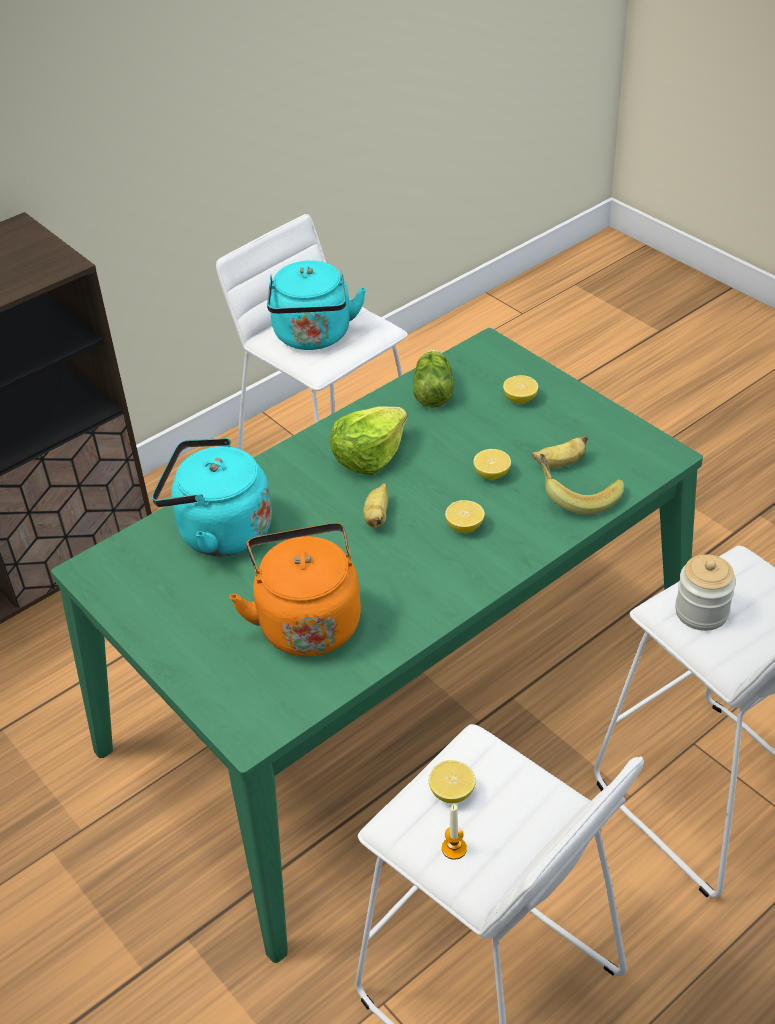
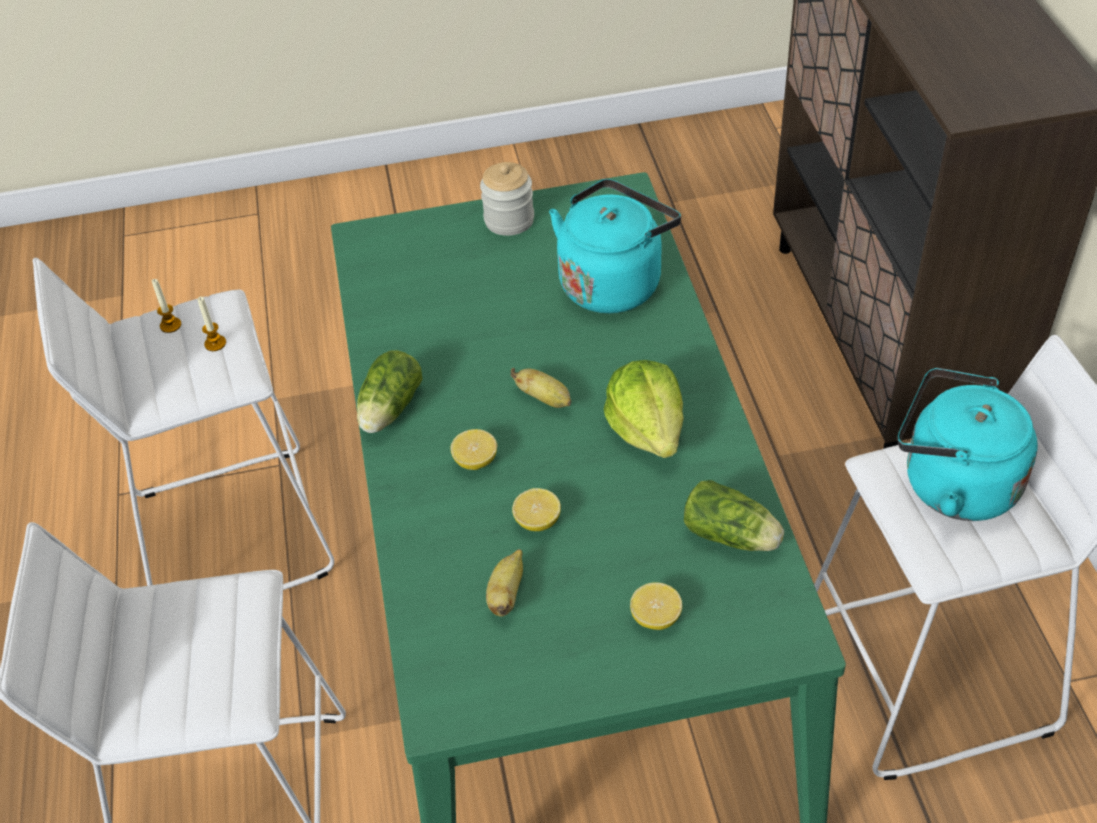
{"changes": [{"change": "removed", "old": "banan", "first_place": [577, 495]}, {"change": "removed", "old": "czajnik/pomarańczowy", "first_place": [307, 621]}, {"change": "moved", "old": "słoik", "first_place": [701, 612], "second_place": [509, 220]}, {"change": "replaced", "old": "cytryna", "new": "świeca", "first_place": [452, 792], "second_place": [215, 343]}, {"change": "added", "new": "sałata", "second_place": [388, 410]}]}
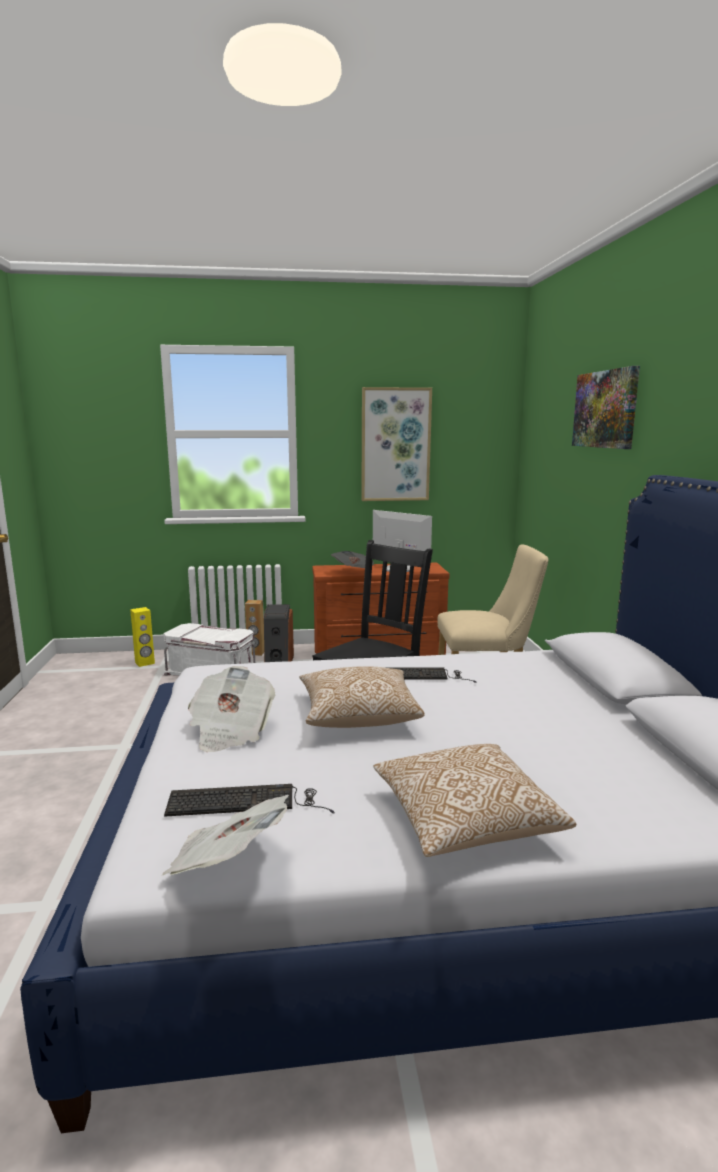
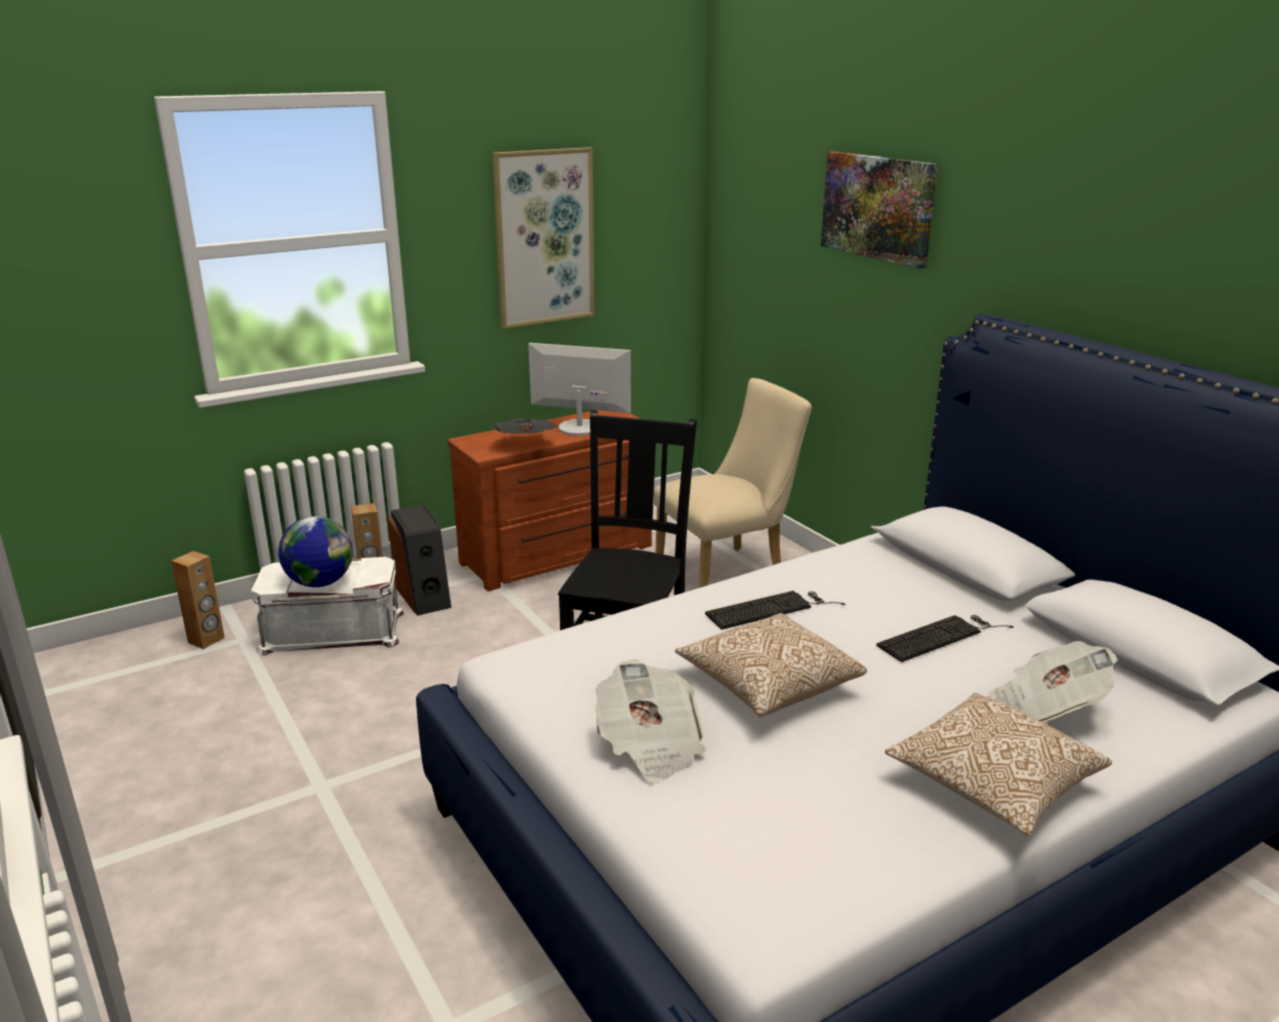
{"changes": [{"change": "recoloured", "old": "głośnik/żółty", "new": "głośnik/brązowy", "first_place": [145, 663], "second_place": [206, 640]}, {"change": "moved", "old": "klawiatura", "first_place": [247, 802], "second_place": [941, 636]}, {"change": "moved", "old": "gazeta", "first_place": [228, 863], "second_place": [1046, 707]}, {"change": "added", "new": "globus", "second_place": [320, 582]}]}
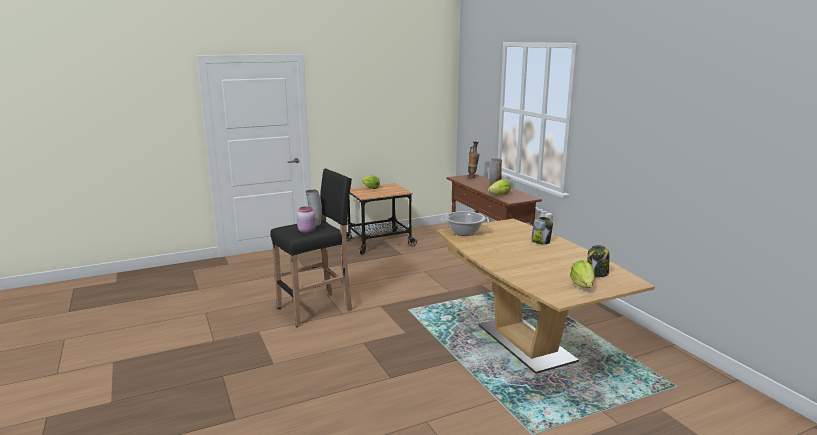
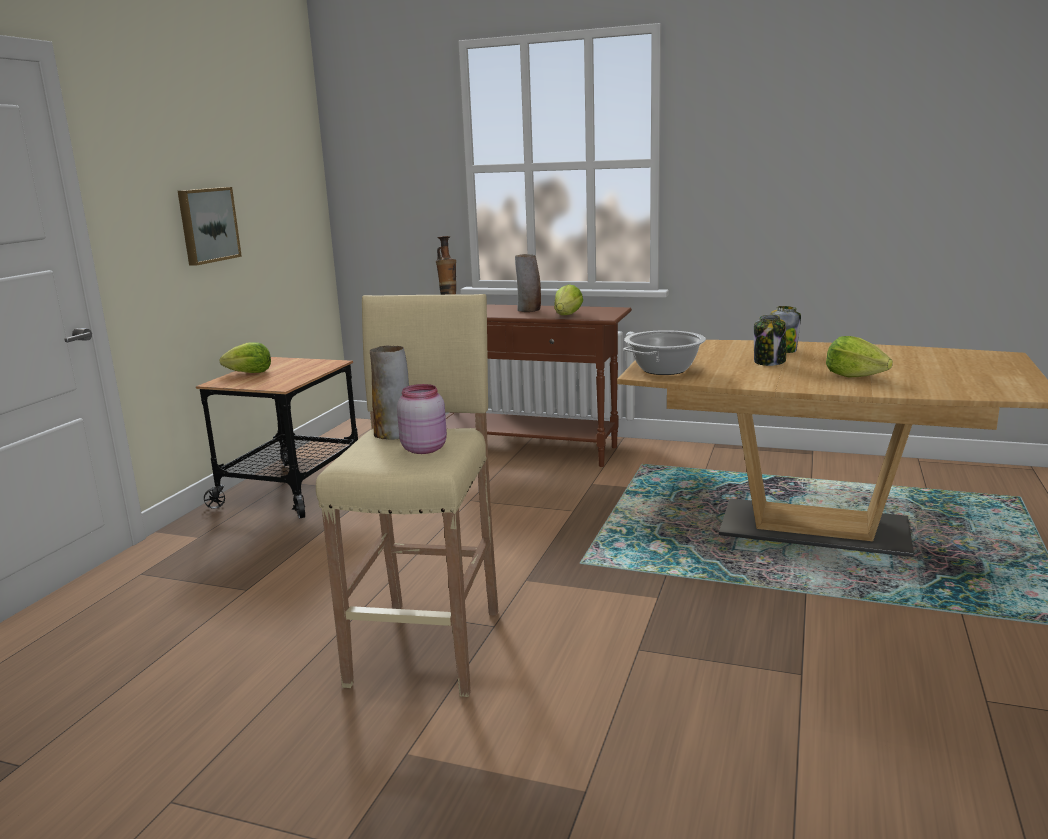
{"changes": [{"change": "recoloured", "old": "stołek/czarny", "new": "stołek/beżowy", "first_place": [316, 309], "second_place": [428, 644]}, {"change": "moved", "old": "słoik", "first_place": [597, 274], "second_place": [769, 362]}, {"change": "moved", "old": "sałata", "first_place": [582, 285], "second_place": [854, 376]}, {"change": "added", "new": "obraz", "second_place": [207, 225]}]}
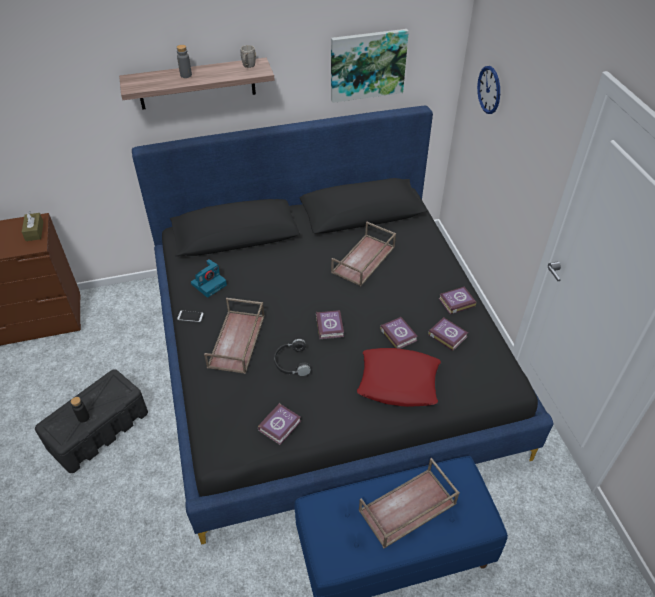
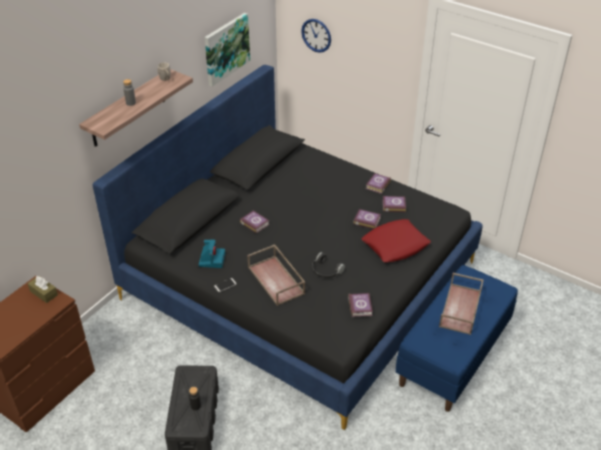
{"changes": [{"change": "removed", "old": "taca/brązowy", "first_place": [363, 260]}, {"change": "moved", "old": "książka", "first_place": [330, 326], "second_place": [254, 223]}]}
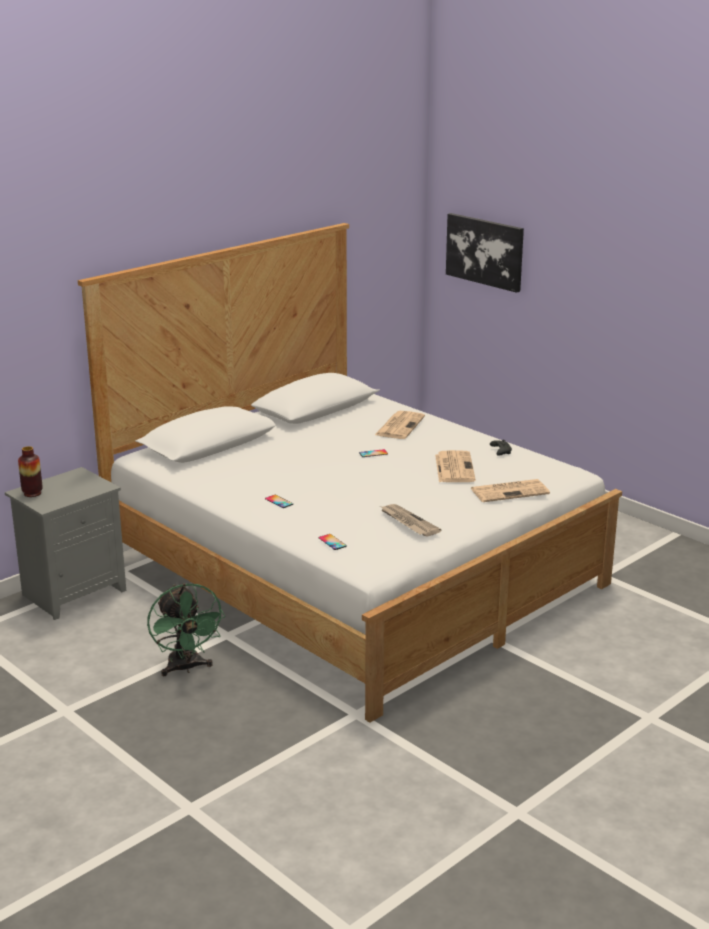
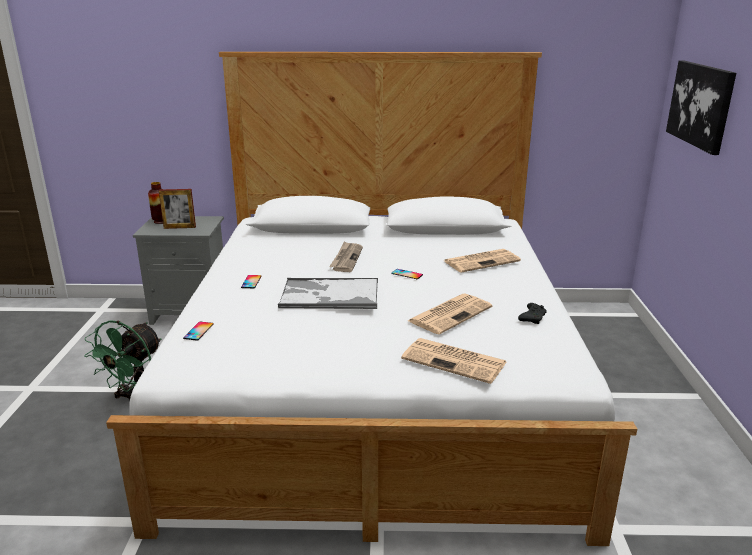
{"changes": [{"change": "moved", "old": "gazeta", "first_place": [408, 522], "second_place": [346, 259]}, {"change": "added", "new": "ramka na zdjęcie", "second_place": [179, 227]}, {"change": "added", "new": "taca", "second_place": [329, 295]}]}
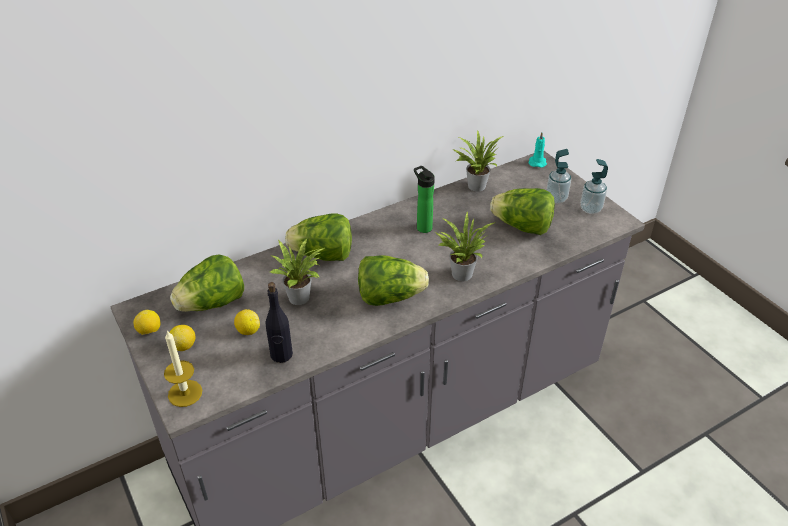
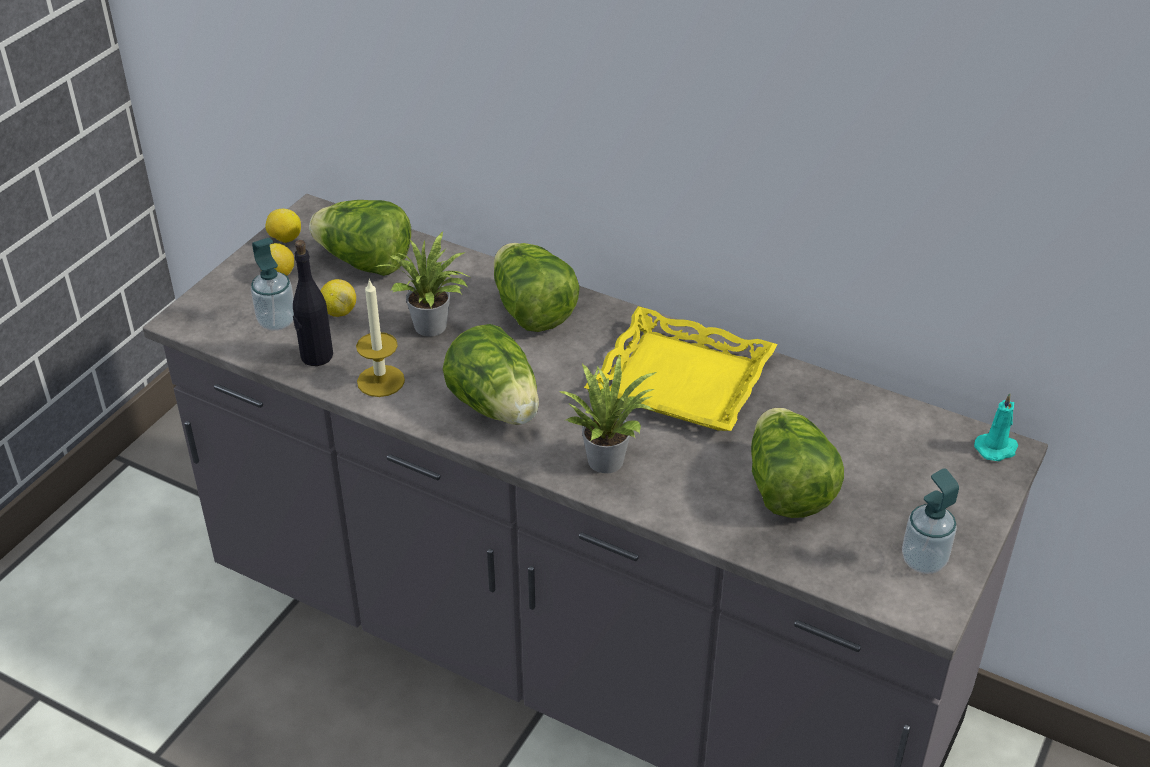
{"changes": [{"change": "removed", "old": "roślina doniczkowa", "first_place": [475, 185]}, {"change": "moved", "old": "dozownik mydła", "first_place": [556, 199], "second_place": [277, 322]}, {"change": "replaced", "old": "butelka", "new": "taca/żółty", "first_place": [422, 227], "second_place": [682, 380]}, {"change": "moved", "old": "świeca", "first_place": [185, 393], "second_place": [380, 381]}]}
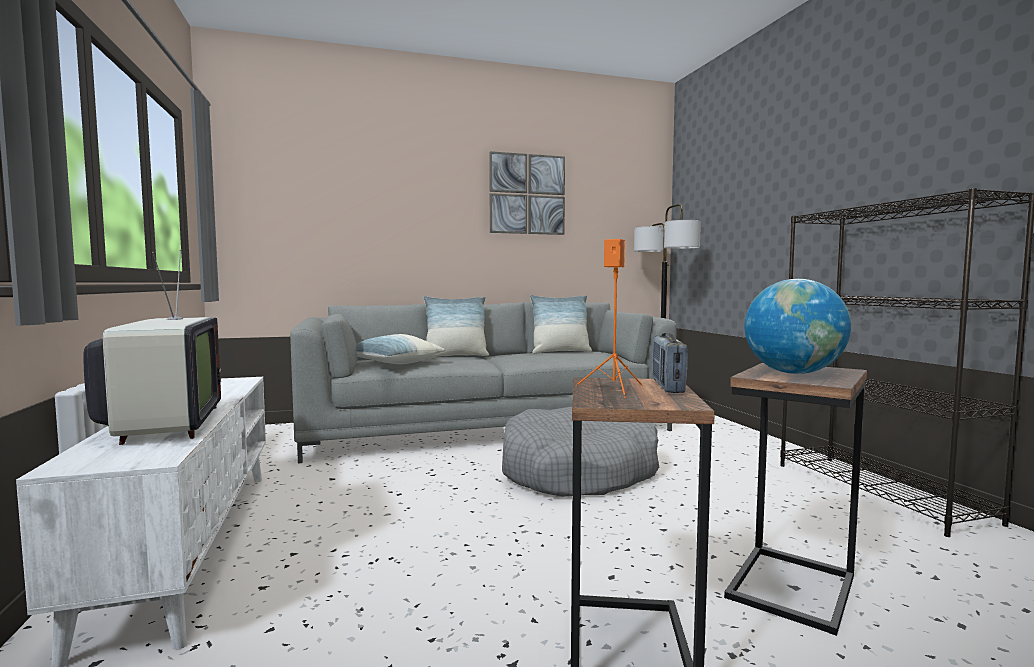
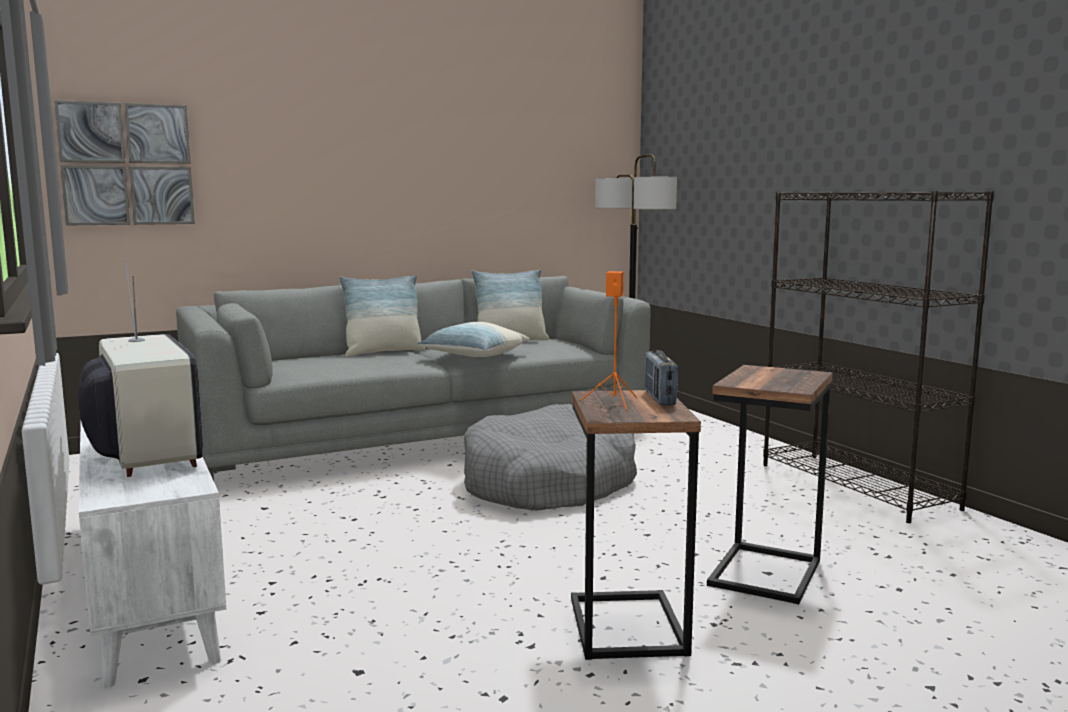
{"changes": [{"change": "moved", "old": "obraz", "first_place": [527, 194], "second_place": [127, 164]}, {"change": "removed", "old": "globus", "first_place": [793, 373]}, {"change": "moved", "old": "poduszka", "first_place": [394, 364], "second_place": [474, 357]}]}
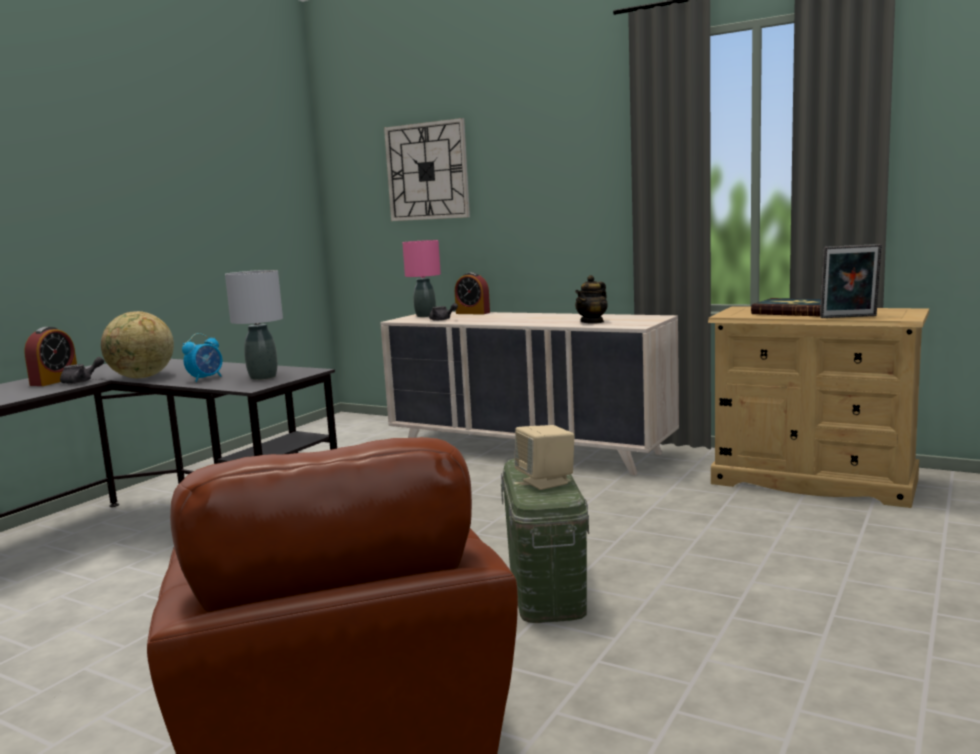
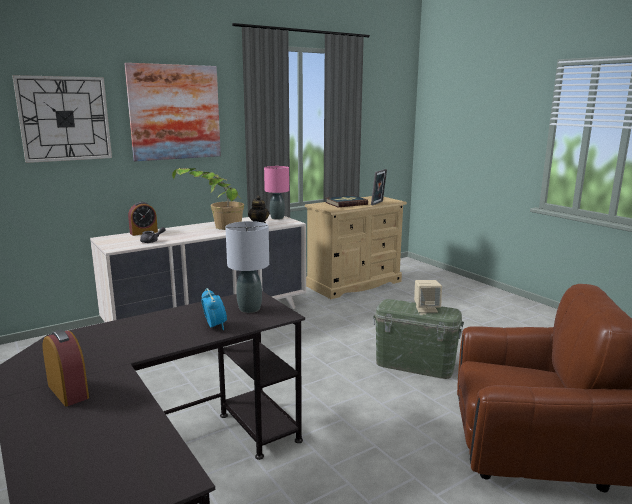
{"changes": [{"change": "moved", "old": "lampa stołowa/różowy", "first_place": [425, 316], "second_place": [277, 218]}, {"change": "removed", "old": "globus", "first_place": [142, 377]}, {"change": "removed", "old": "imbryk/szary", "first_place": [81, 381]}, {"change": "added", "new": "obraz", "second_place": [175, 112]}, {"change": "added", "new": "roślina doniczkowa", "second_place": [214, 227]}]}
